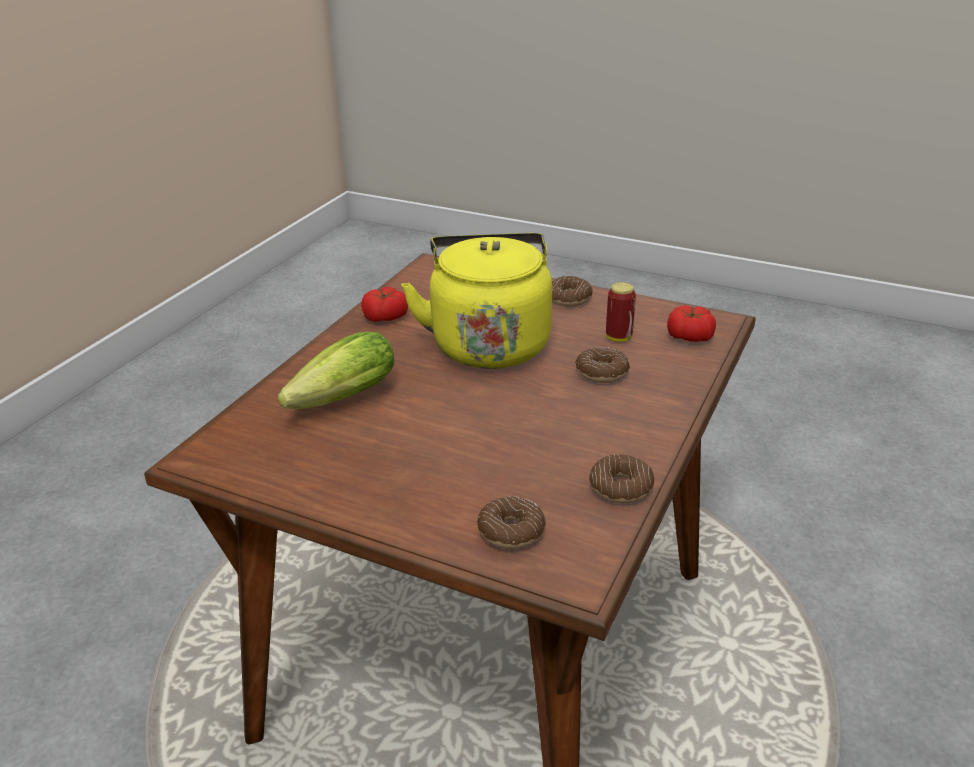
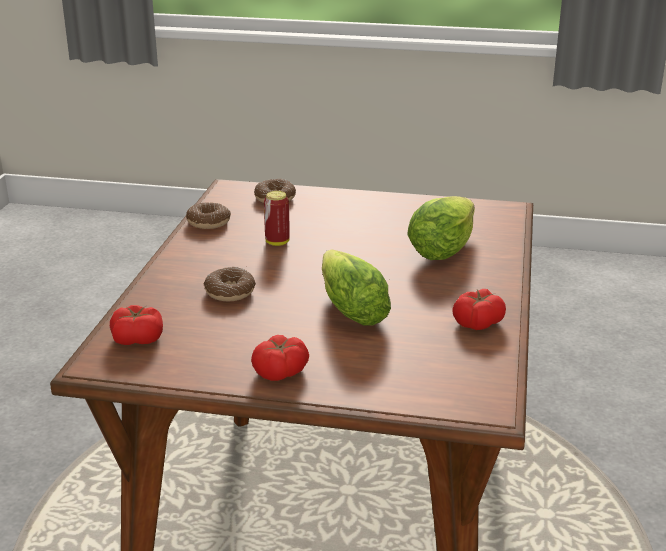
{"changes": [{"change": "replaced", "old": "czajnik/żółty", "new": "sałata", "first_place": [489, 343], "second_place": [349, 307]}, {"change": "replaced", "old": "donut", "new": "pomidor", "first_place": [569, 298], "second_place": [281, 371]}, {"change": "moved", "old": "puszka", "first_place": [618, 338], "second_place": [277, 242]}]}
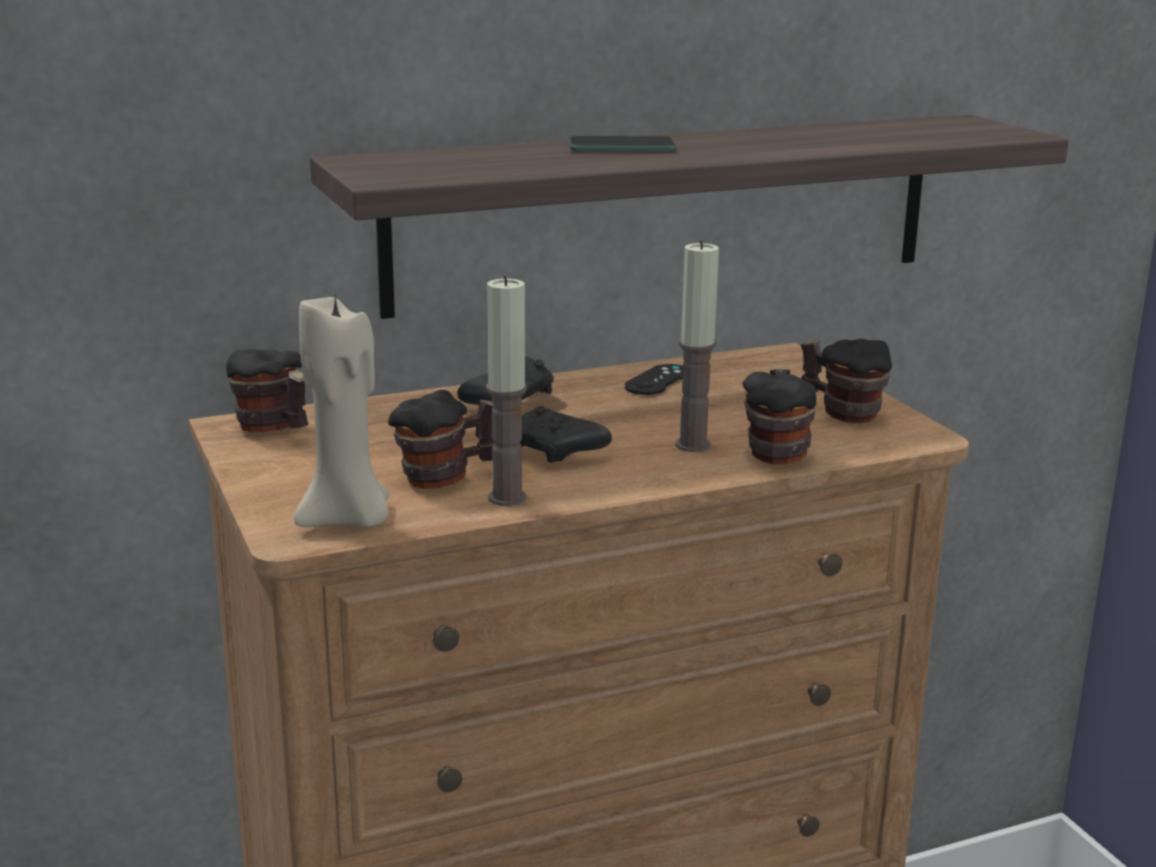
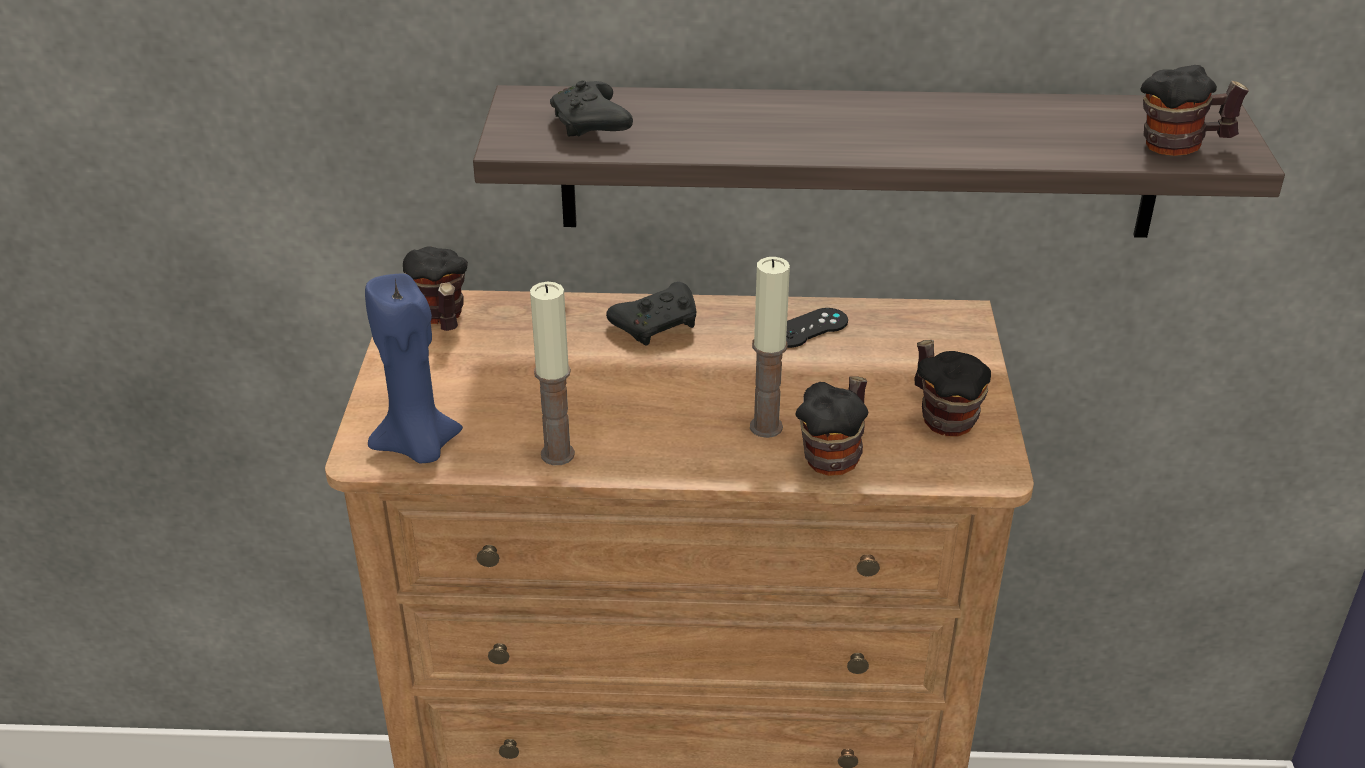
{"changes": [{"change": "removed", "old": "telefon", "first_place": [621, 147]}, {"change": "recoloured", "old": "świeca/beżowy", "new": "świeca/niebieski", "first_place": [348, 520], "second_place": [418, 447]}, {"change": "moved", "old": "kubek", "first_place": [446, 478], "second_place": [1181, 146]}, {"change": "moved", "old": "pad do gier/czarny", "first_place": [555, 452], "second_place": [591, 126]}]}
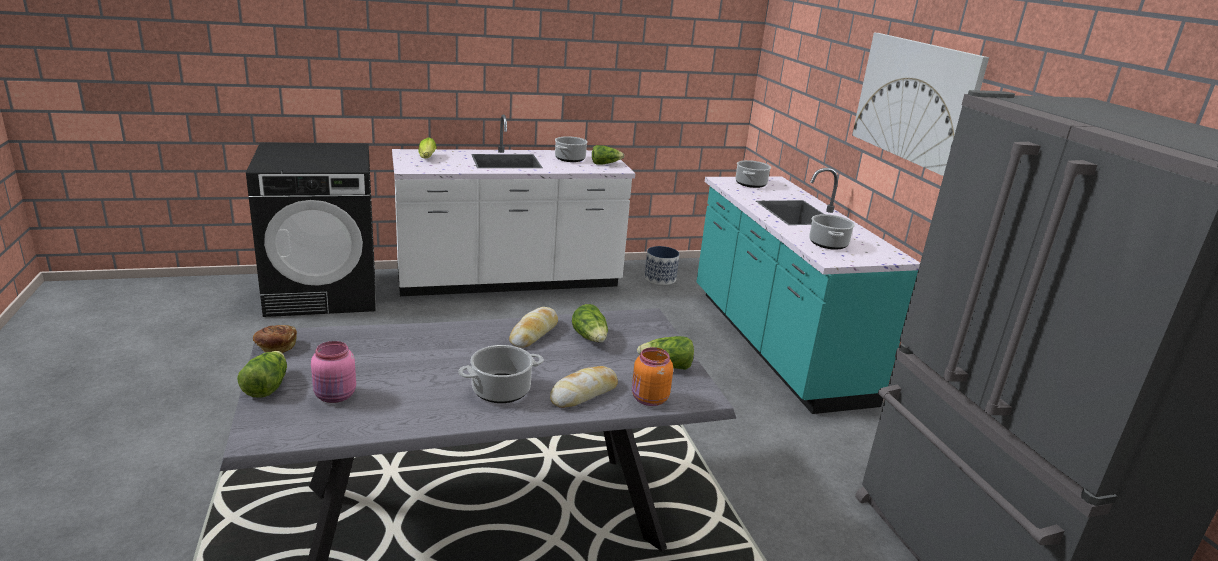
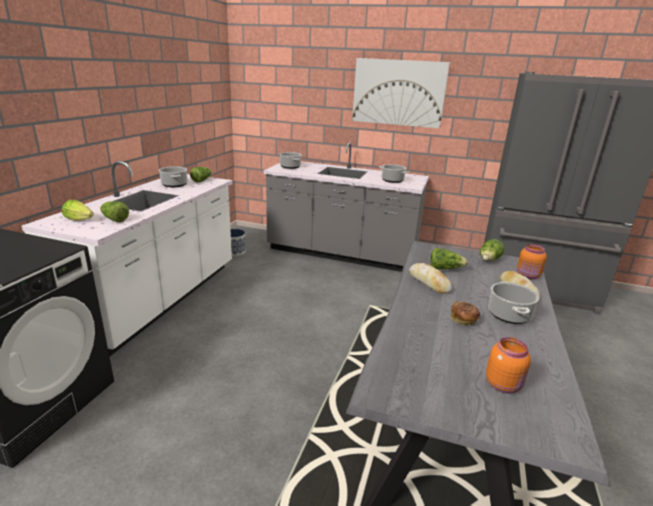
{"changes": [{"change": "recoloured", "old": "zabudowa kuchenna/turkusowy", "new": "zabudowa kuchenna/szary", "first_place": [774, 344], "second_place": [341, 254]}, {"change": "moved", "old": "chleb", "first_place": [276, 347], "second_place": [463, 320]}, {"change": "recoloured", "old": "słoik/różowy", "new": "słoik/pomarańczowy", "first_place": [336, 396], "second_place": [503, 385]}, {"change": "moved", "old": "sałata", "first_place": [266, 386], "second_place": [114, 219]}]}
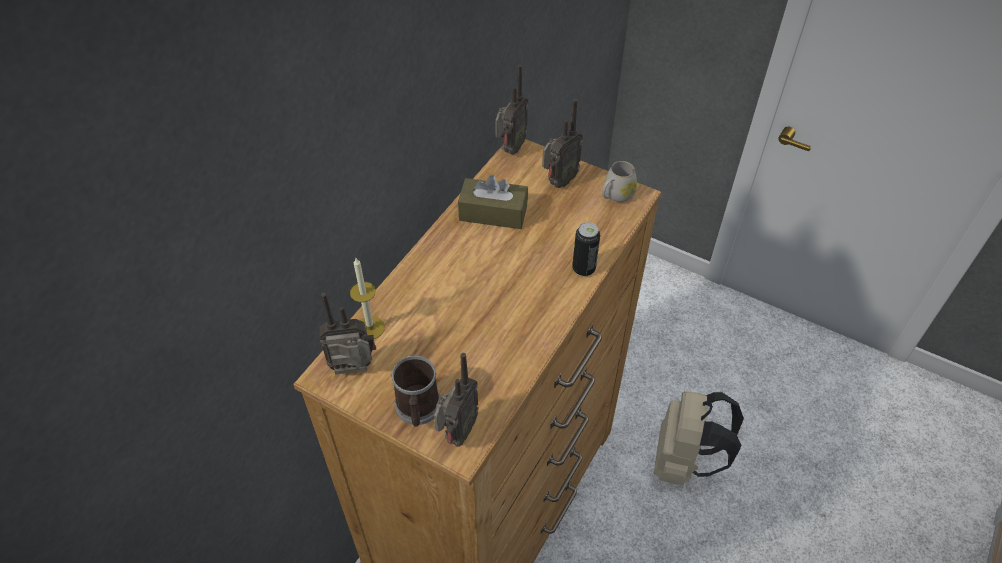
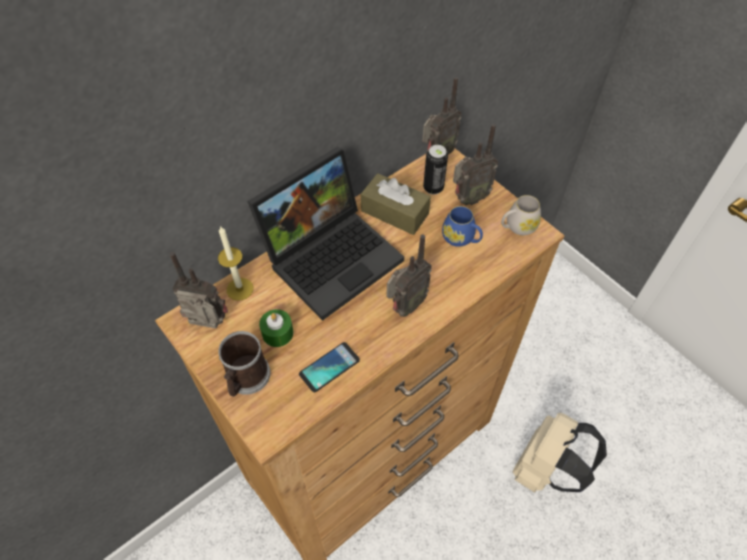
{"changes": [{"change": "moved", "old": "puszka", "first_place": [583, 269], "second_place": [433, 188]}, {"change": "moved", "old": "radio", "first_place": [457, 433], "second_place": [405, 306]}, {"change": "added", "new": "laptop", "second_place": [332, 255]}, {"change": "added", "new": "kubek/niebieski", "second_place": [461, 239]}, {"change": "added", "new": "świeca/zielony", "second_place": [277, 333]}, {"change": "added", "new": "telefon", "second_place": [329, 367]}]}
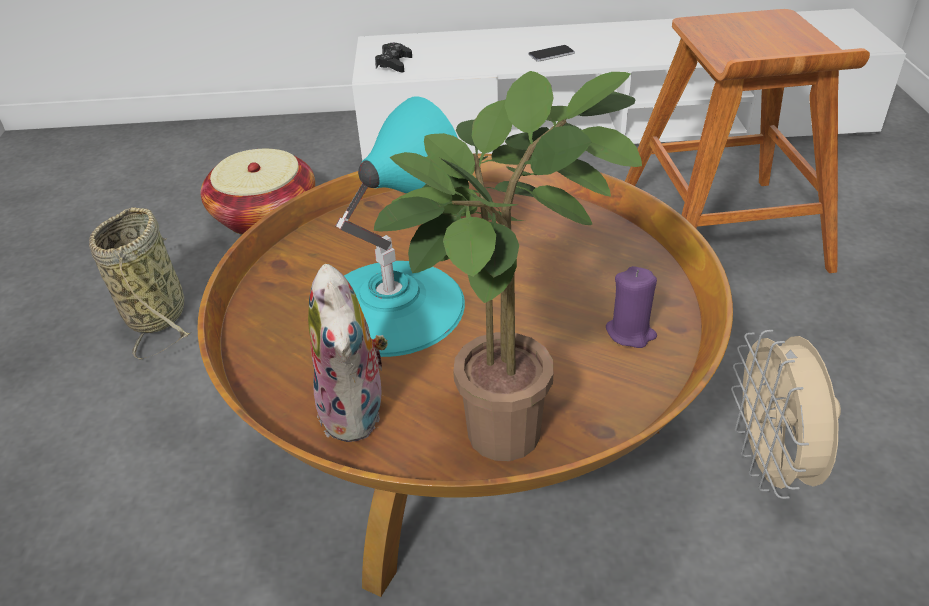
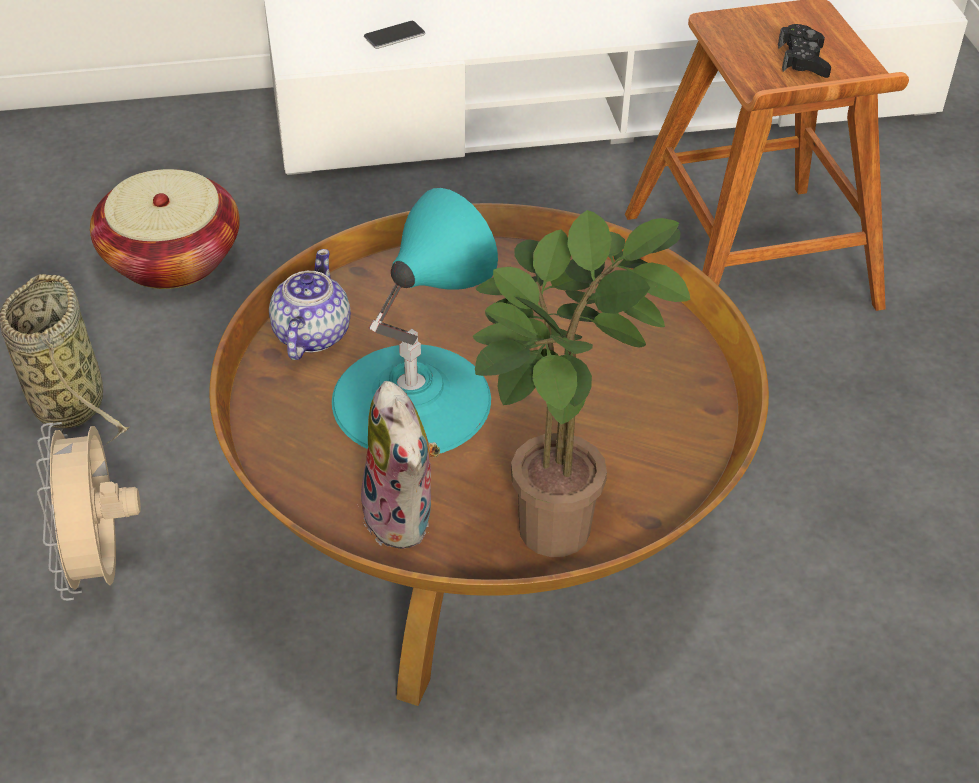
{"changes": [{"change": "moved", "old": "pad do gier/czarny", "first_place": [394, 64], "second_place": [803, 60]}, {"change": "moved", "old": "telefon", "first_place": [551, 54], "second_place": [394, 36]}, {"change": "removed", "old": "świeca/fioletowy", "first_place": [630, 333]}, {"change": "moved", "old": "wentylator/beżowy", "first_place": [770, 465], "second_place": [101, 564]}, {"change": "added", "new": "imbryk", "second_place": [310, 335]}]}
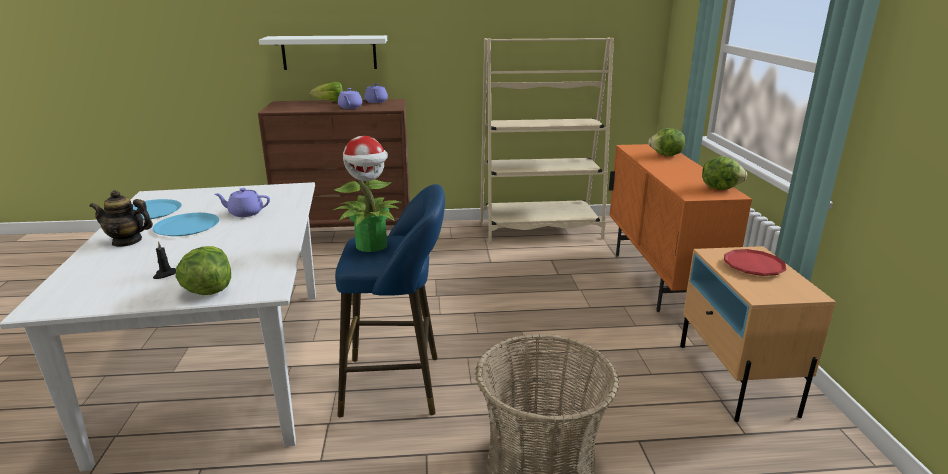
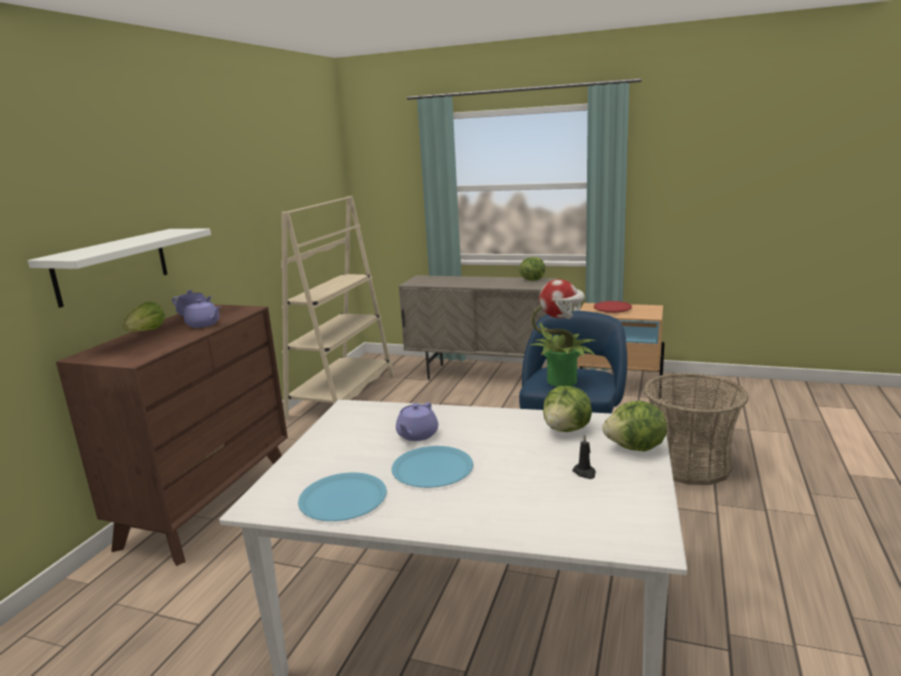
{"changes": [{"change": "moved", "old": "sałata", "first_place": [666, 155], "second_place": [567, 430]}, {"change": "recoloured", "old": "szafka/pomarańczowy", "new": "szafka/beżowy", "first_place": [659, 280], "second_place": [482, 375]}, {"change": "removed", "old": "imbryk", "first_place": [127, 241]}]}
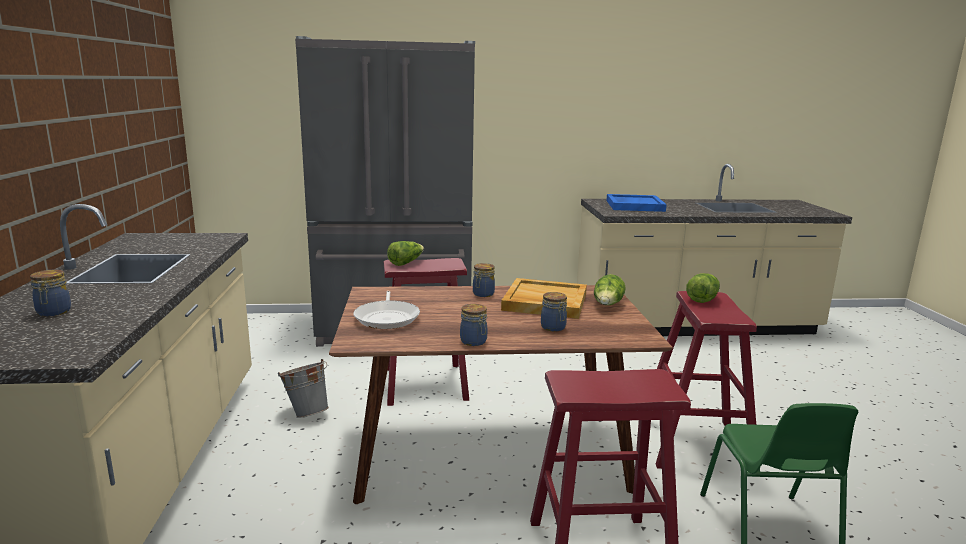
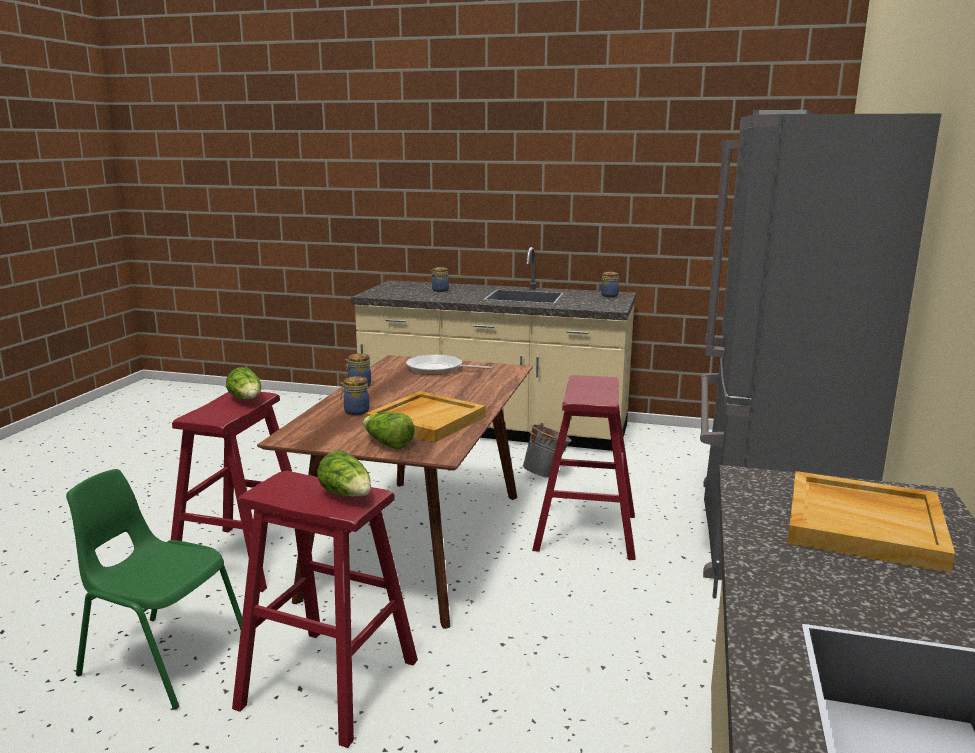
{"changes": [{"change": "recoloured", "old": "taca/niebieski", "new": "taca/beżowy", "first_place": [634, 205], "second_place": [865, 525]}, {"change": "moved", "old": "sałata", "first_place": [406, 263], "second_place": [247, 400]}, {"change": "moved", "old": "słoik", "first_place": [483, 294], "second_place": [608, 295]}]}
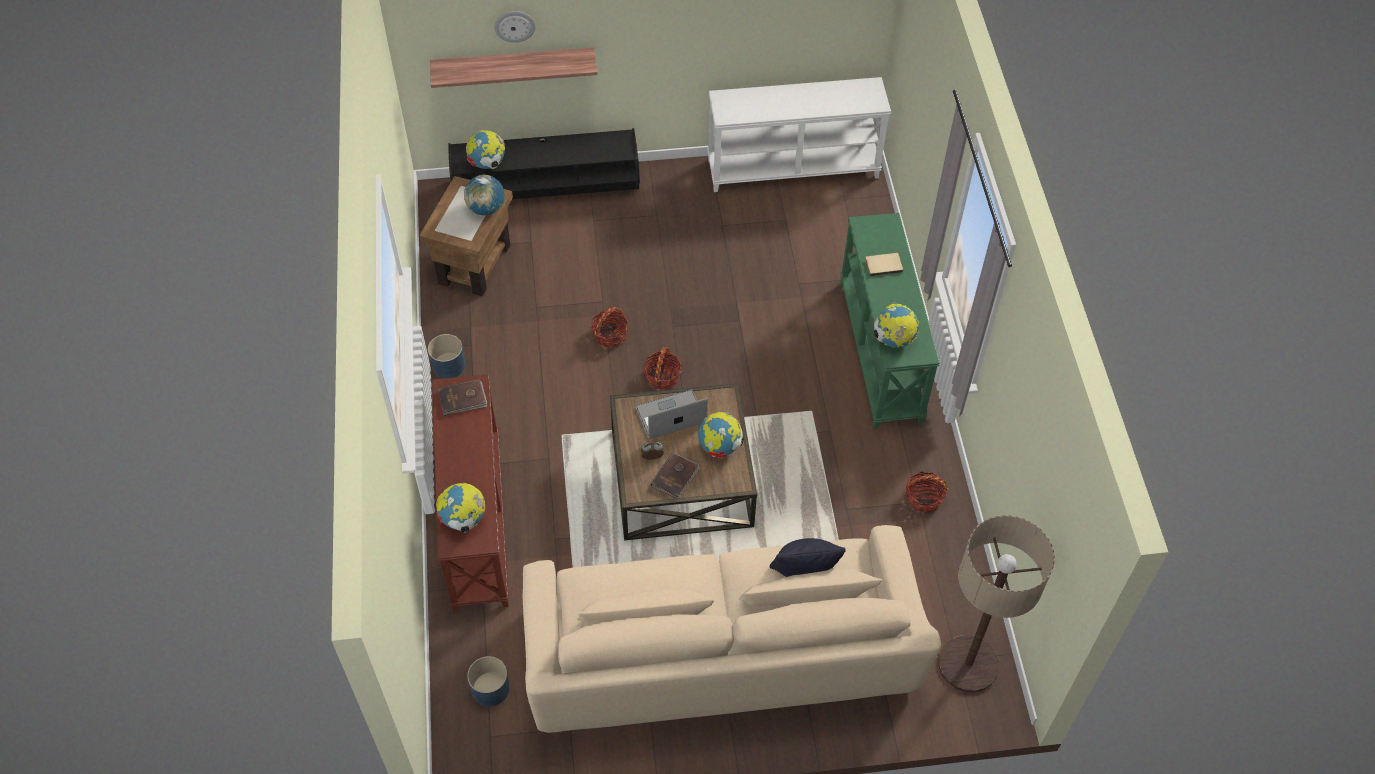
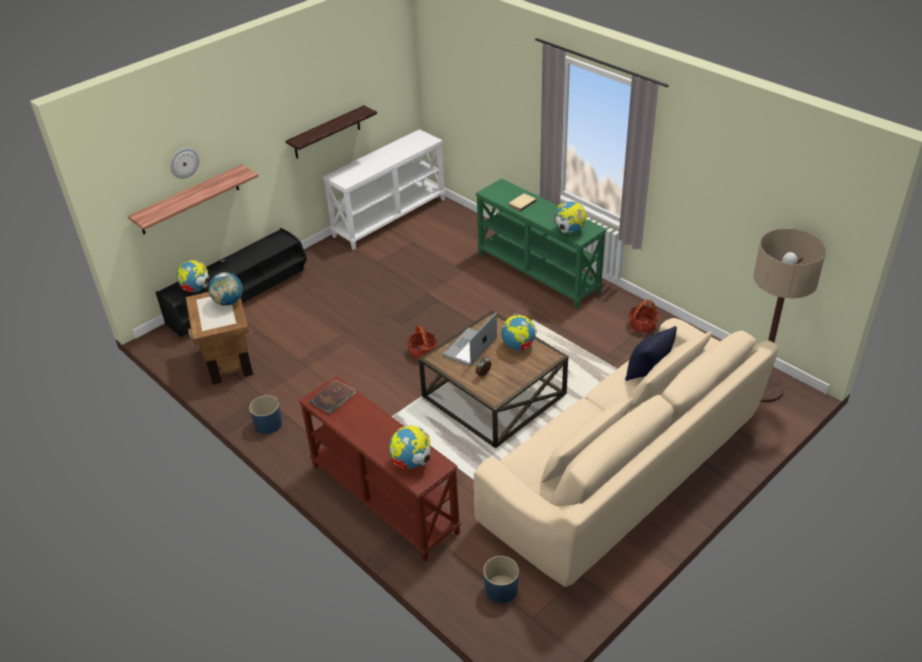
{"changes": [{"change": "removed", "old": "koszyk", "first_place": [610, 335]}, {"change": "removed", "old": "książka/brązowy", "first_place": [675, 477]}, {"change": "added", "new": "półka", "second_place": [327, 133]}]}
